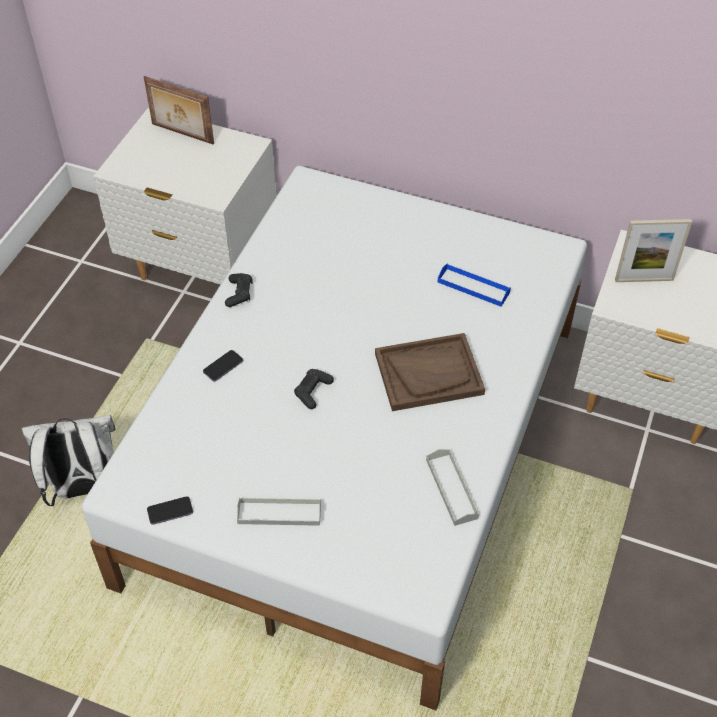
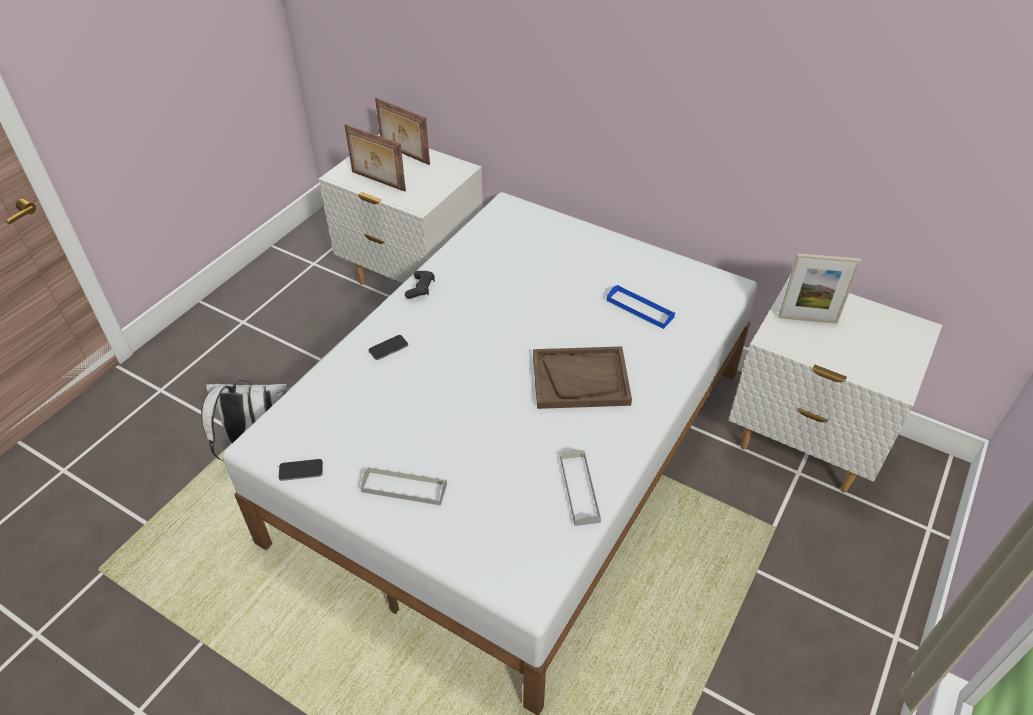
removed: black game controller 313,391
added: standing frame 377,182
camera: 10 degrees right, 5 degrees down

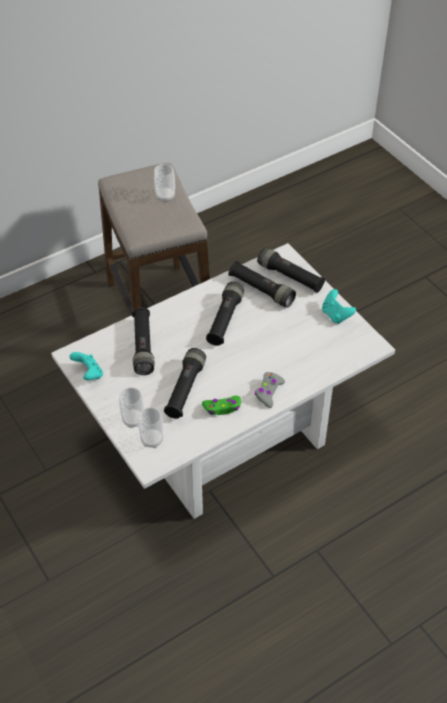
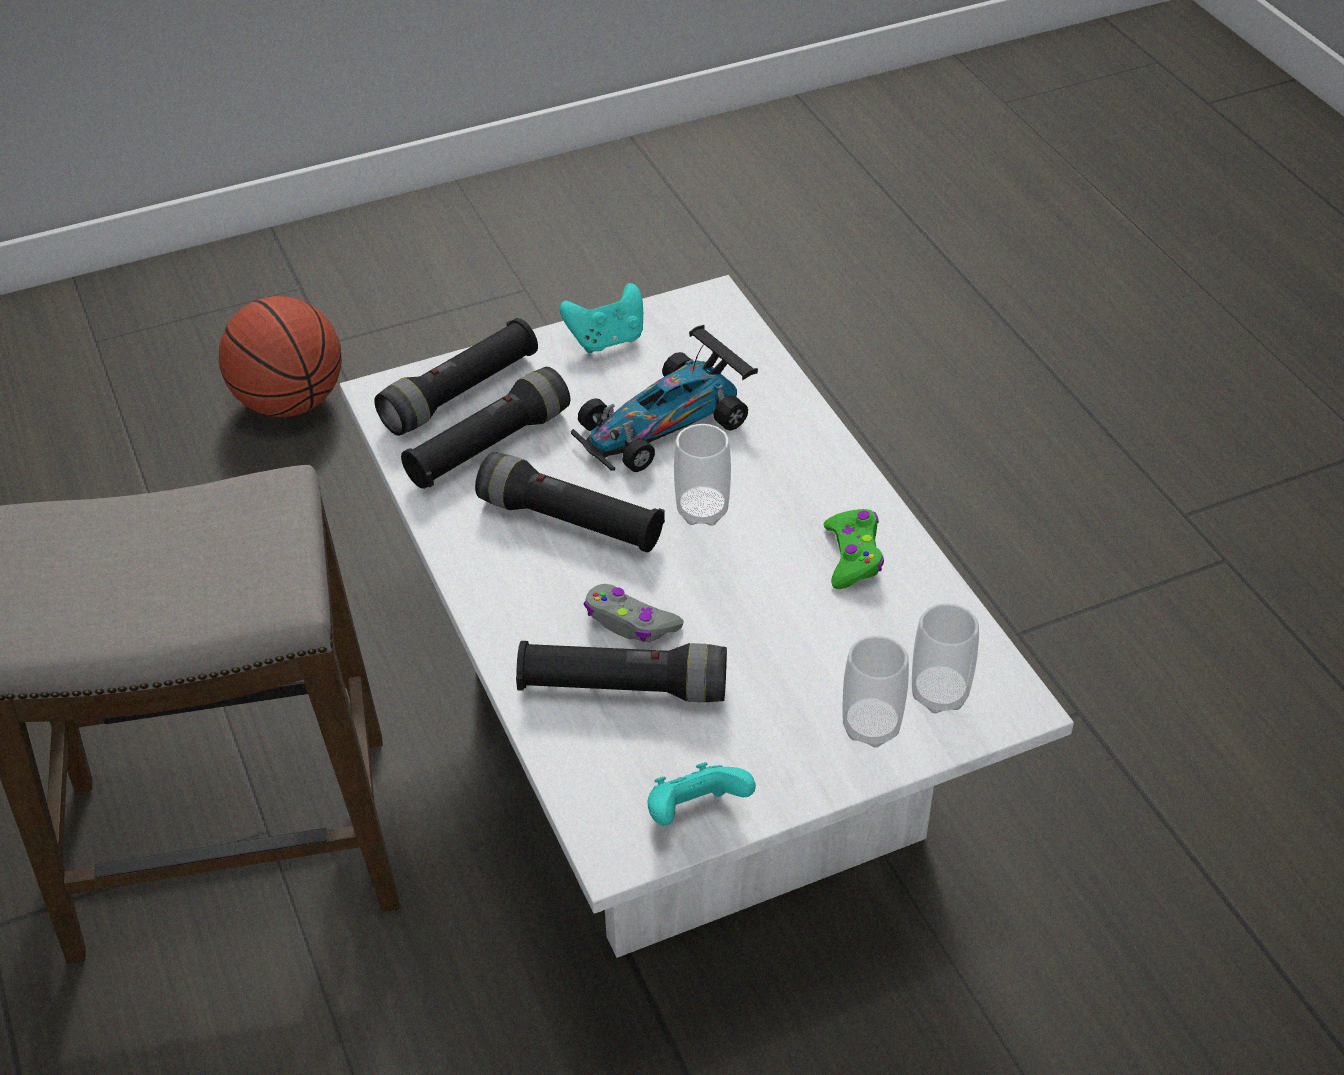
removed: black flashlight 185,389
added: ball for basketball 290,402; toy car 664,423
moved: small cup 165,196 to 702,511; greyish game controller 268,392 to 630,622
camera: 80 degrees left, 5 degrees down

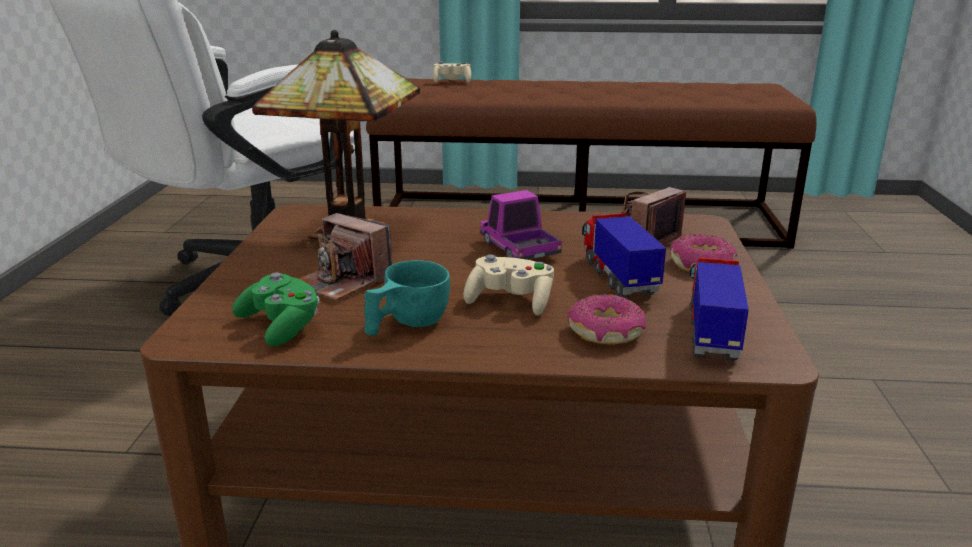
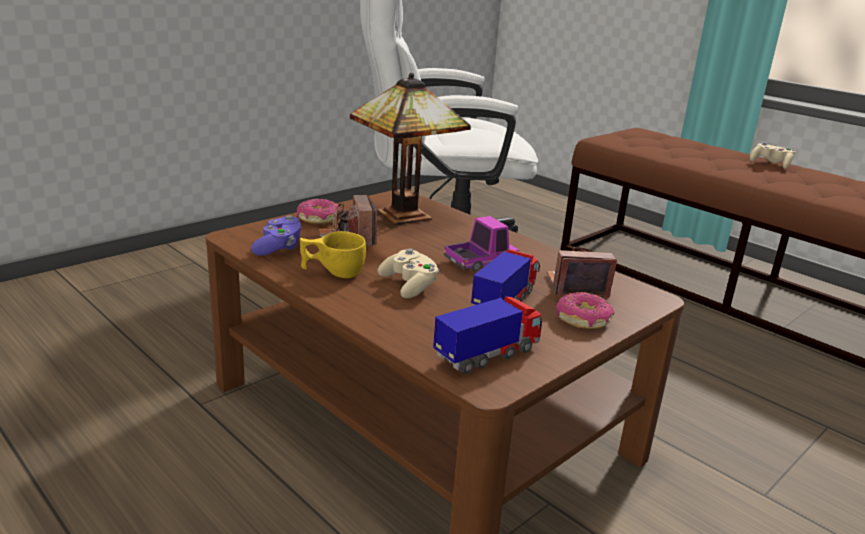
moved: beige-coloured game controller 452,81 to 770,164; ring doughnut 606,332 to 318,219
recoloured: turquoise small cup 406,324 to yellow small cup 333,272; greenish game controller 281,326 to purplish game controller 278,248
turned: toy truck 519,249 = 480,262 45 degrees clockwise
camera: 40 degrees right, 0 degrees up

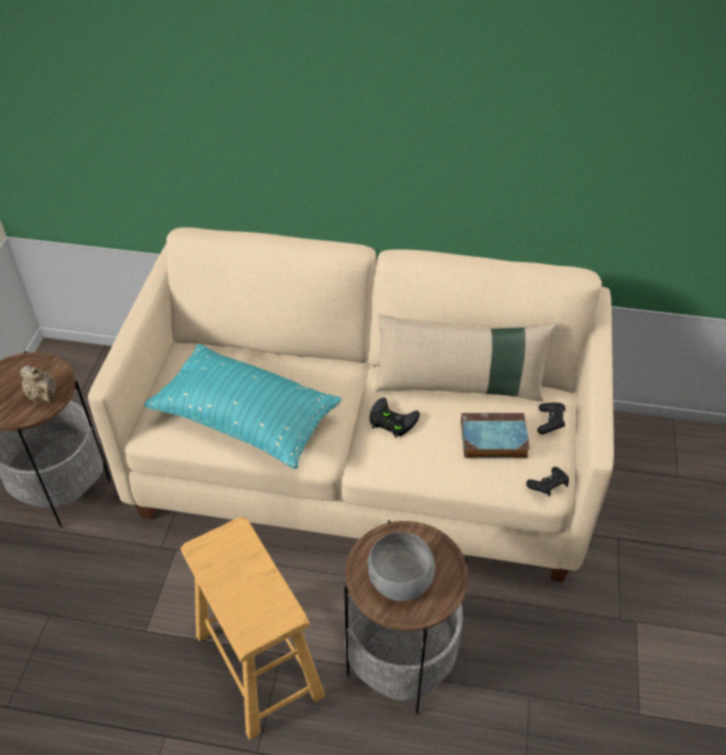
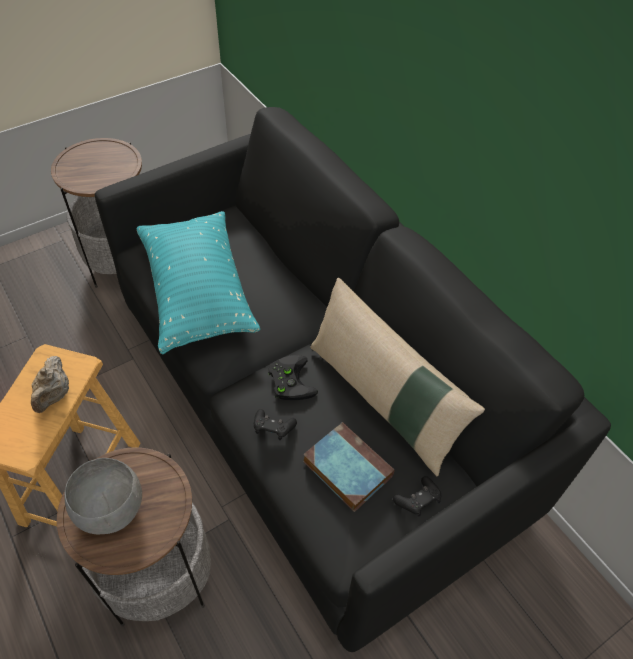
moved: beige-coloured pot for tea 44,397 to 54,395; black game controller 548,486 to 273,428
recoloured: beige-coloured sofa 363,464 to black sofa 314,408
camera: 45 degrees right, 5 degrees up

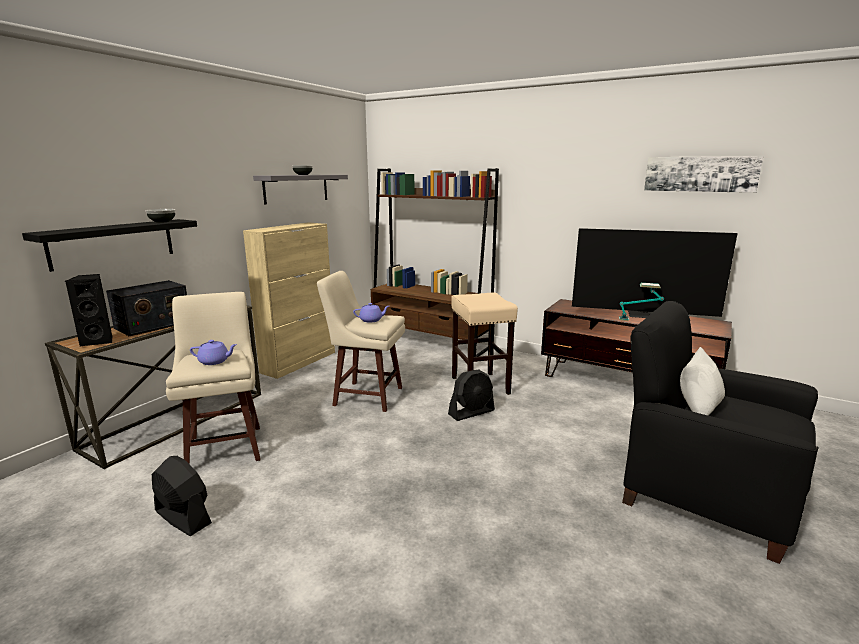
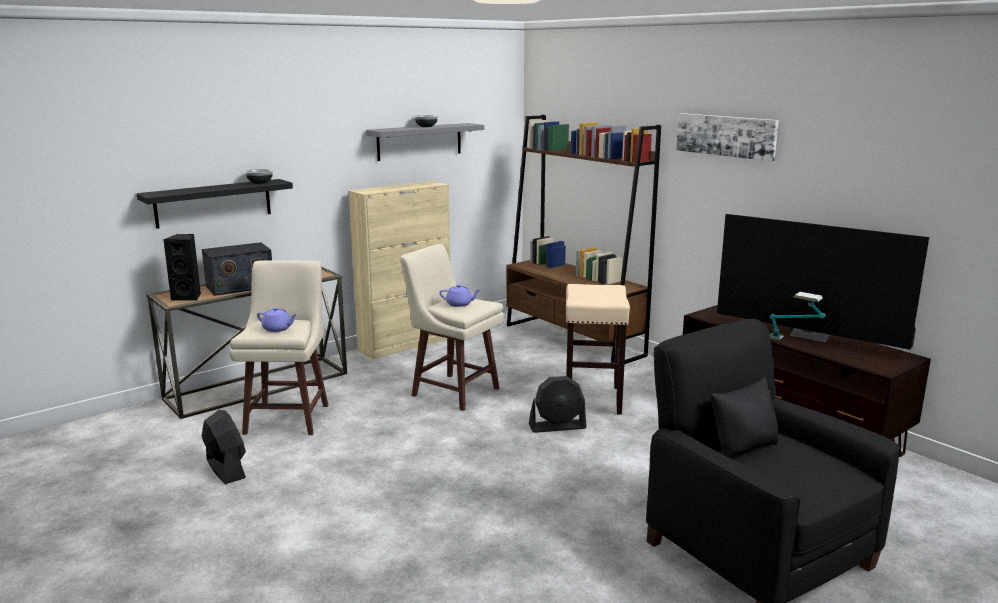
moved: wall art 700,174 to 726,135
recoloured: white cushion 698,407 to black cushion 744,447
camera: 20 degrees right, 0 degrees up

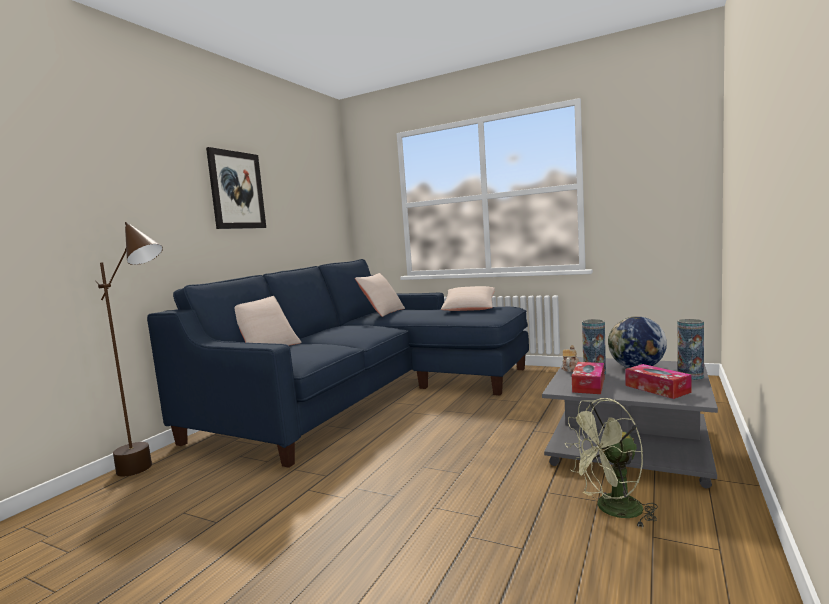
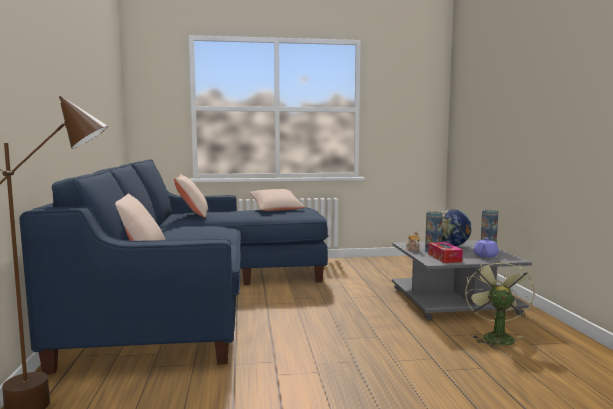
removed: wall art 236,190
replaced: box of tissues 657,389 to purplish pot for tea 485,256
turned: greenish fan 612,510 = 495,336 150 degrees clockwise
camera: 35 degrees left, 0 degrees up

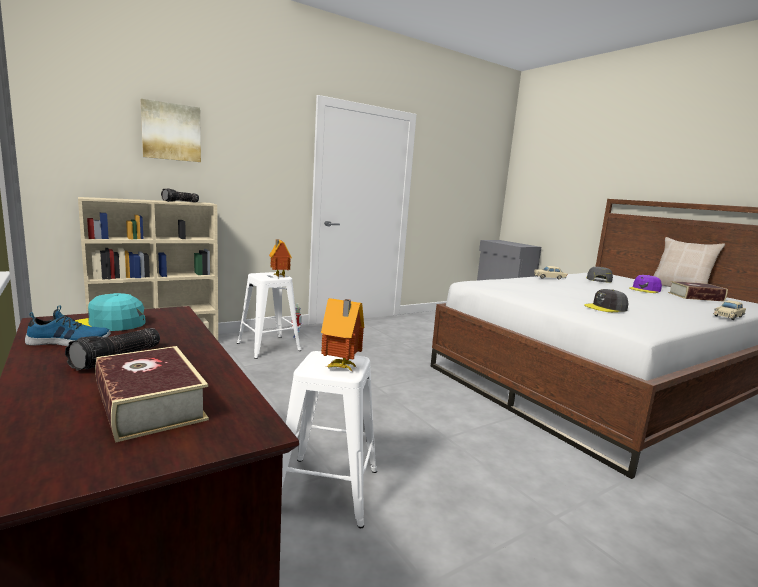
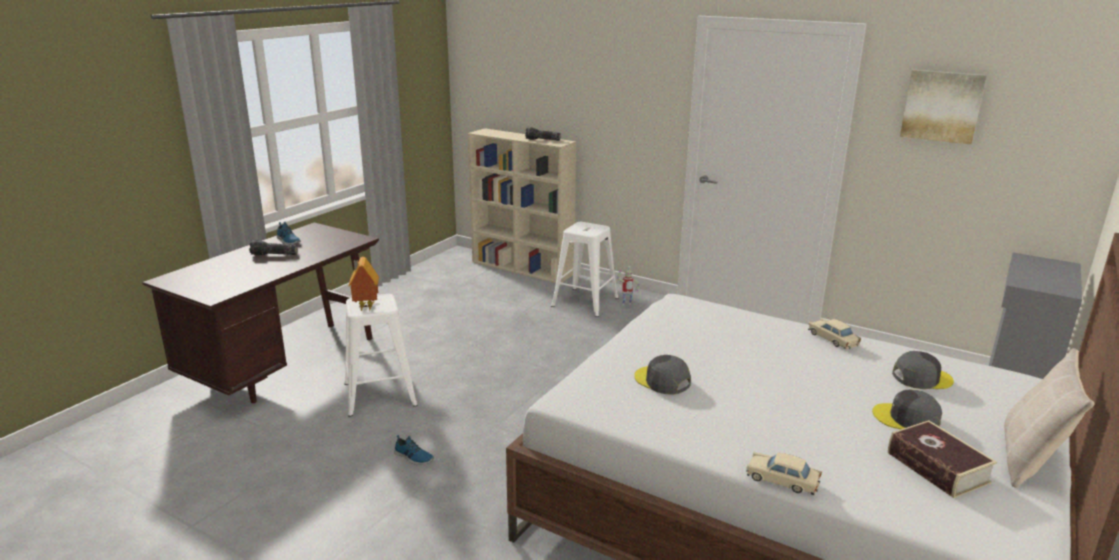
removed: miniature house 279,276; turquoise peaked cap 109,324; book 150,404
added: item of footwear 413,457
moved: wall art 171,132 to 942,106
recoloured: purplish peaked cap 645,289 to greyish peaked cap 906,418
camera: 65 degrees right, 10 degrees up

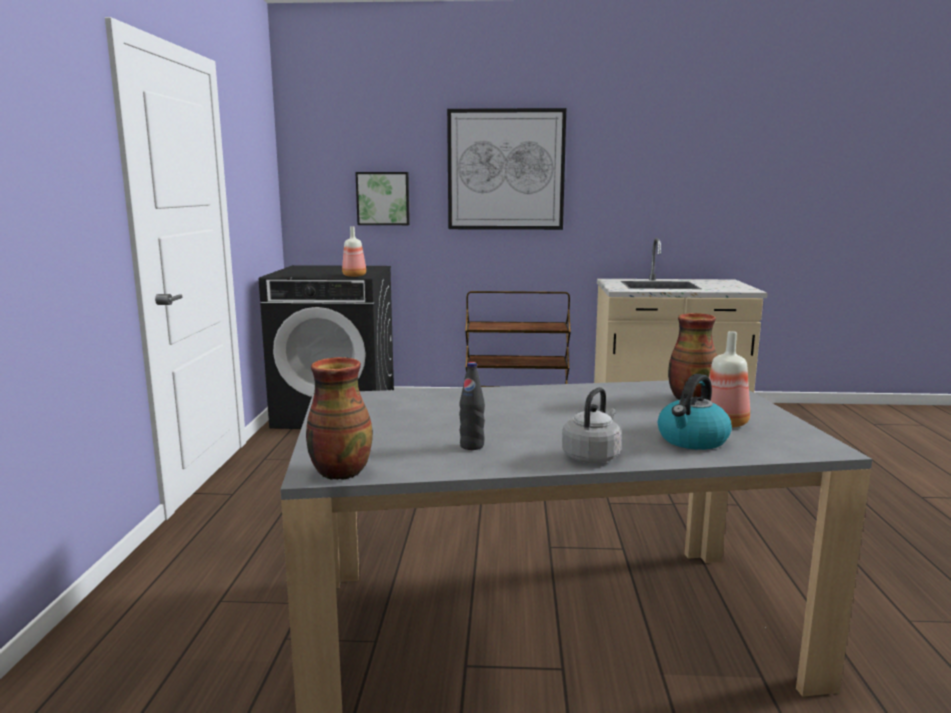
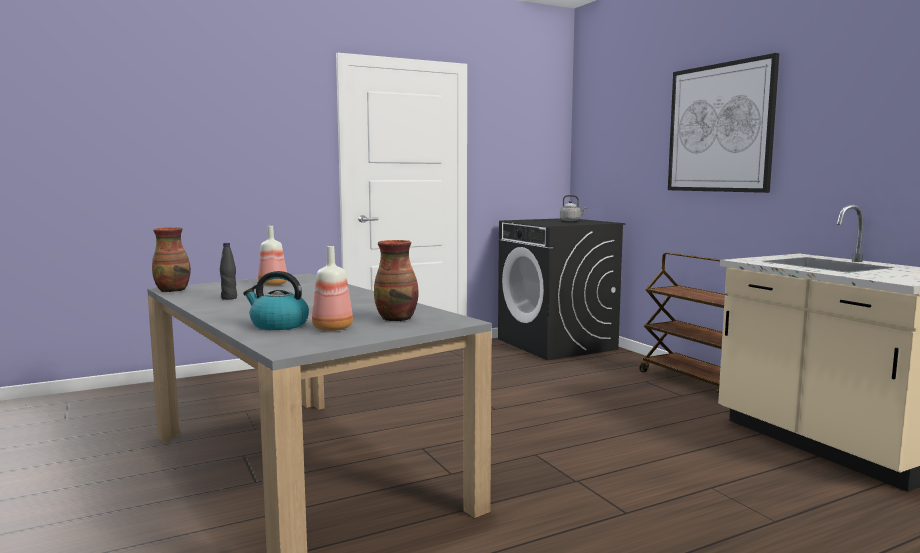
removed: wall art 383,198
moved: beverage bottle 354,275 to 274,284; greyish kettle 592,456 to 571,220
camera: 60 degrees right, 5 degrees down

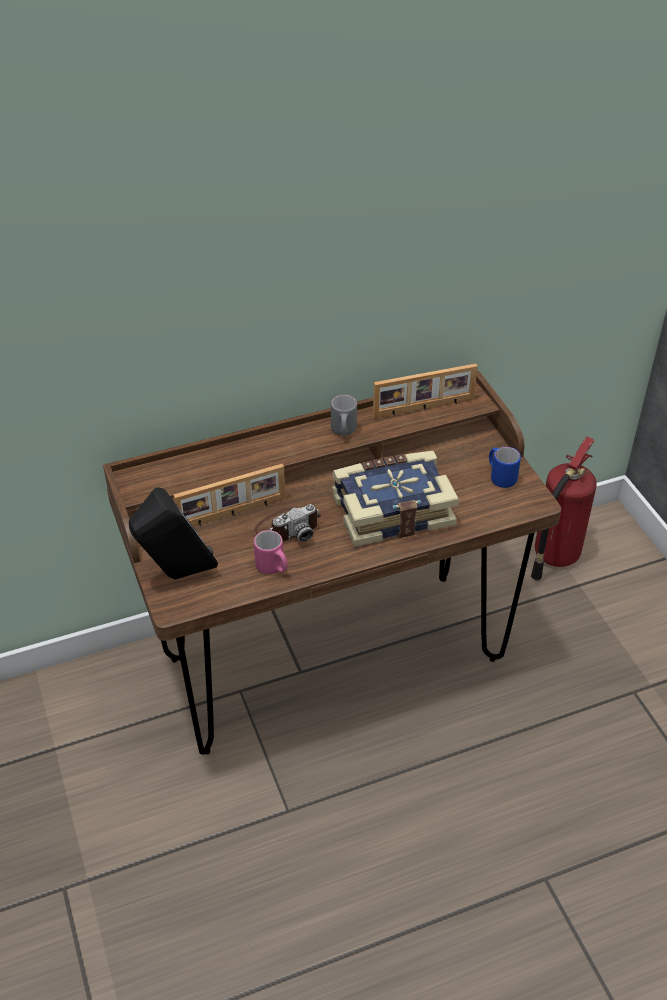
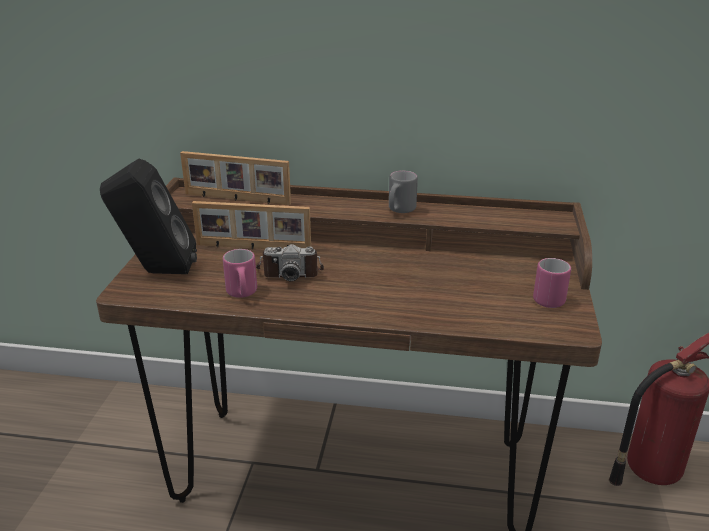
removed: book 392,509
moved: standing frame 424,408 to 236,199
recoloured: bluish mug 500,477 to pink mug 547,297
camera: 30 degrees right, 15 degrees down

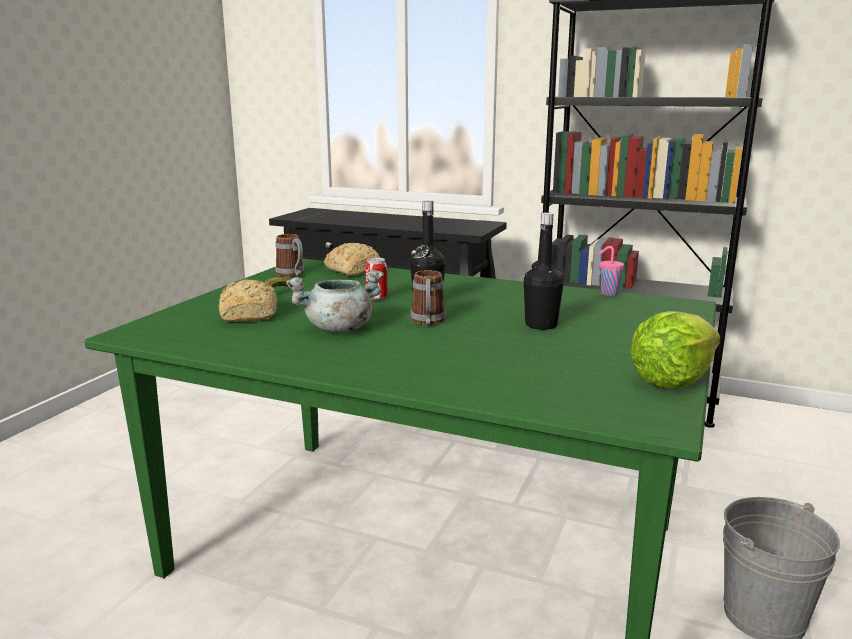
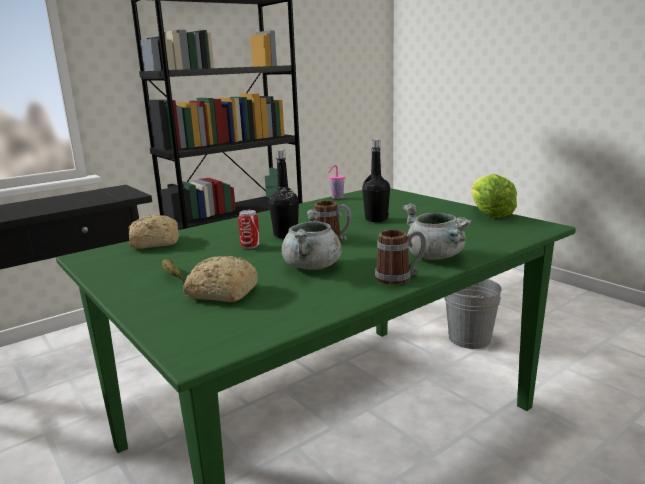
added: greyish saucepot 436,257
moved: mug 292,274 to 400,278
camera: 60 degrees left, 0 degrees up

